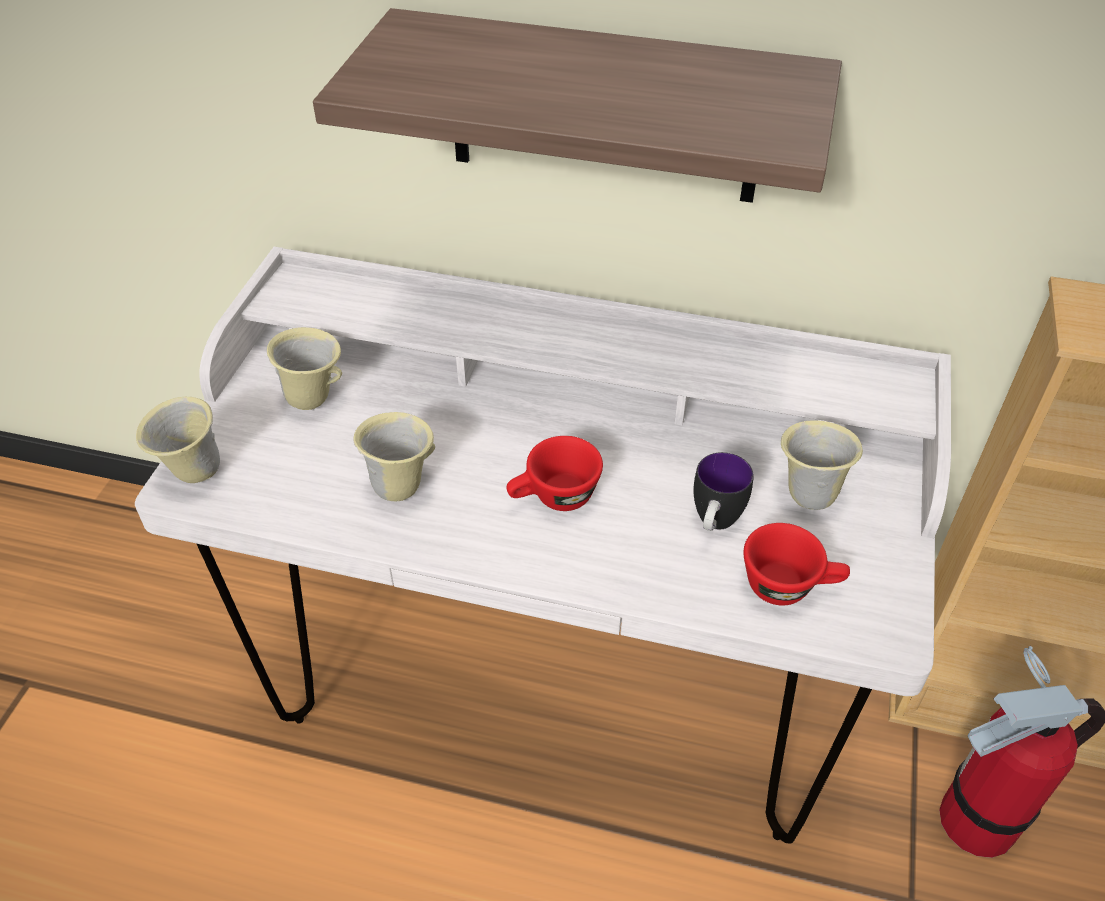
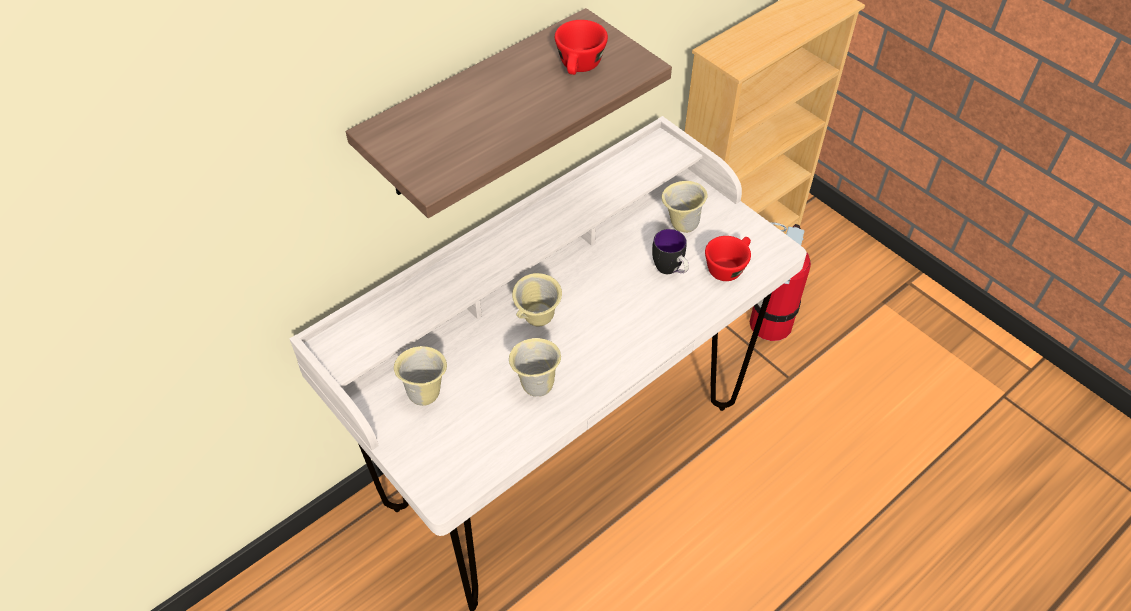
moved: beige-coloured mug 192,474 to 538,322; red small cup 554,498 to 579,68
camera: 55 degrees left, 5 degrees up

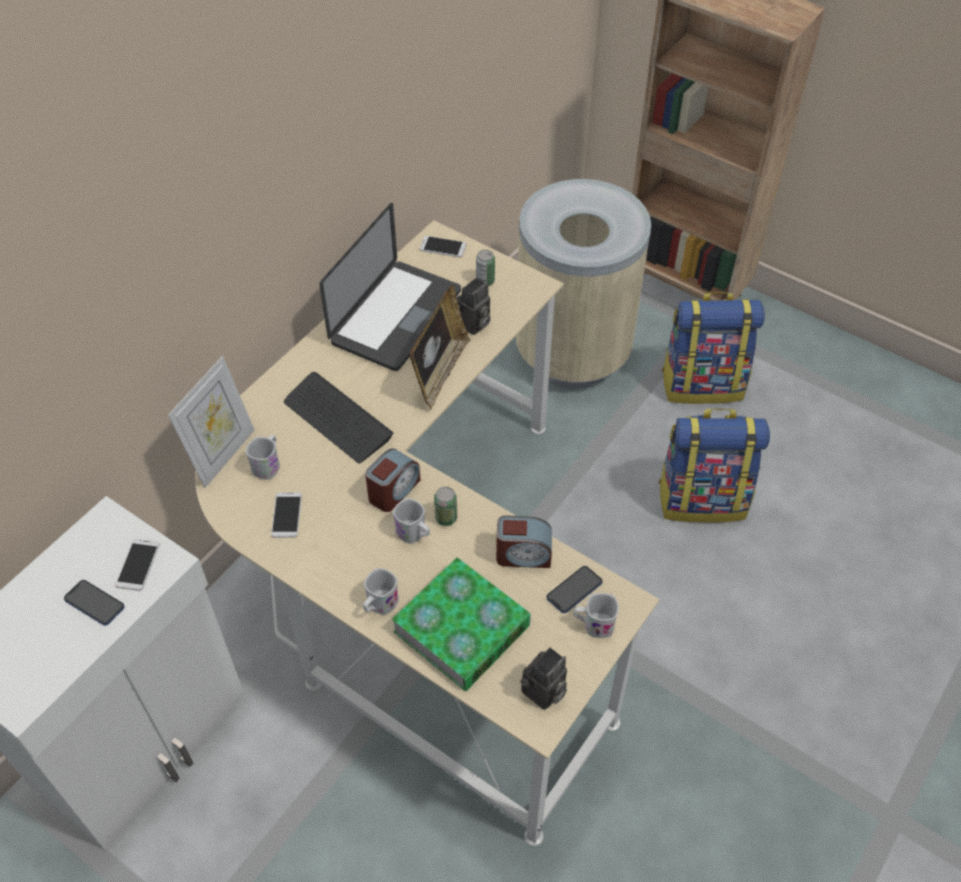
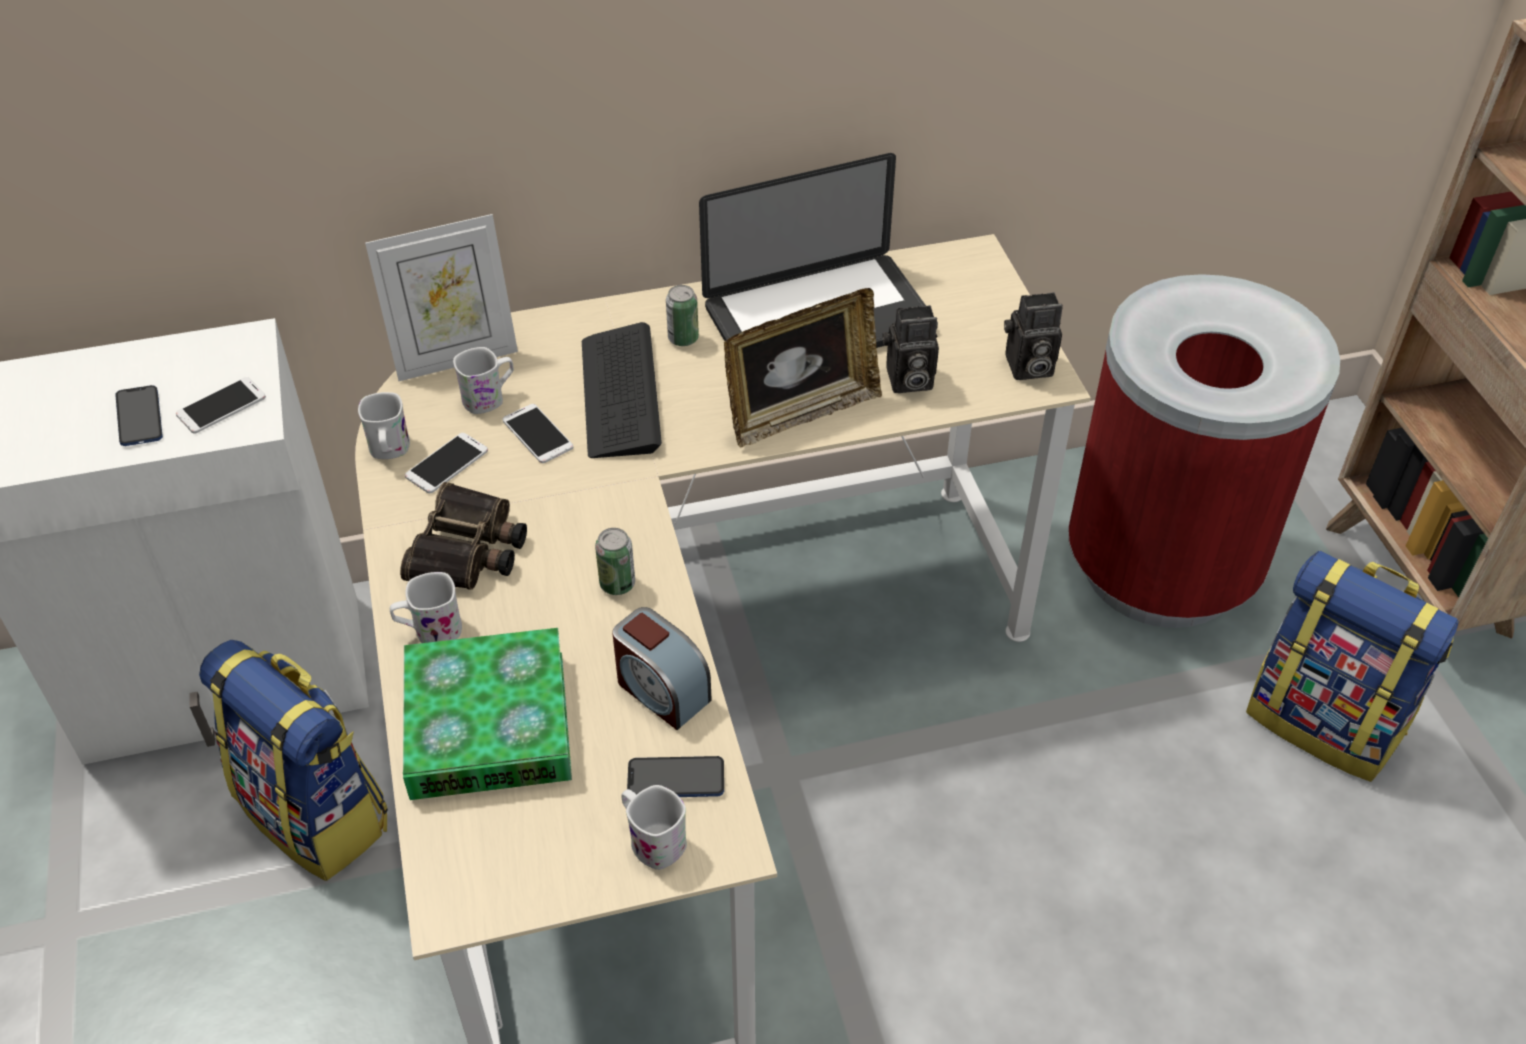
removed: table clock 393,490
added: field glasses 469,549
moved: handset 443,247 to 537,434; can 485,281 to 683,338; rucksack 702,499 to 317,814; white mug 414,534 to 389,451; photo camera 543,693 to 1027,368
recoloured: beige-coloured trash can 572,353 to red trash can 1161,567
camera: 40 degrees right, 5 degrees down

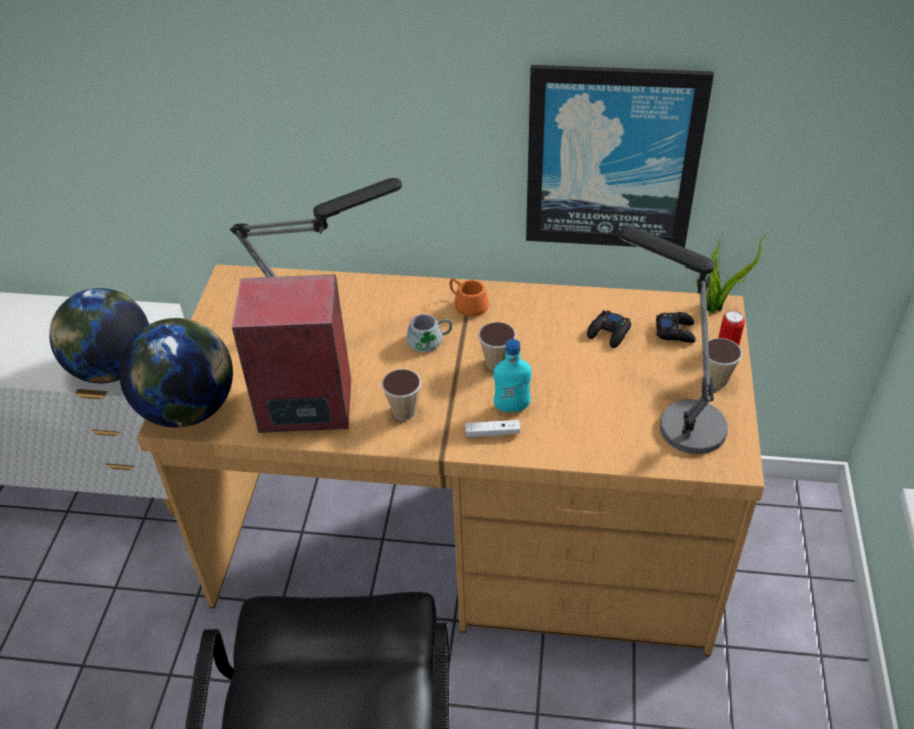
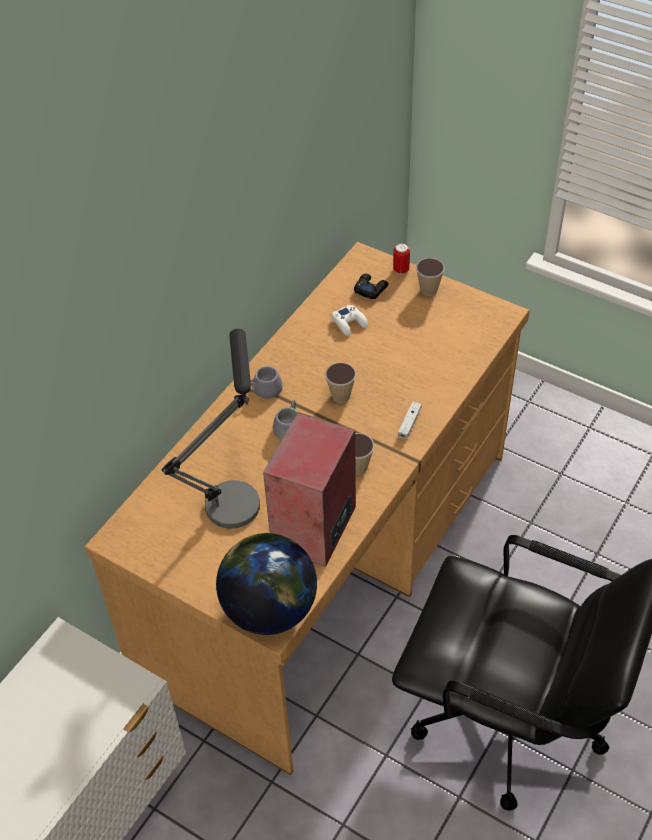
removed: wall art 612,159; lamp for a table 676,417; plant in a pot 715,306; globe 112,369; turquoise beverage bottle 511,407
recoloured: orangey mug 470,302 to greyish mug 262,387; black game controller 609,333 to white game controller 349,323
camera: 65 degrees left, 5 degrees up

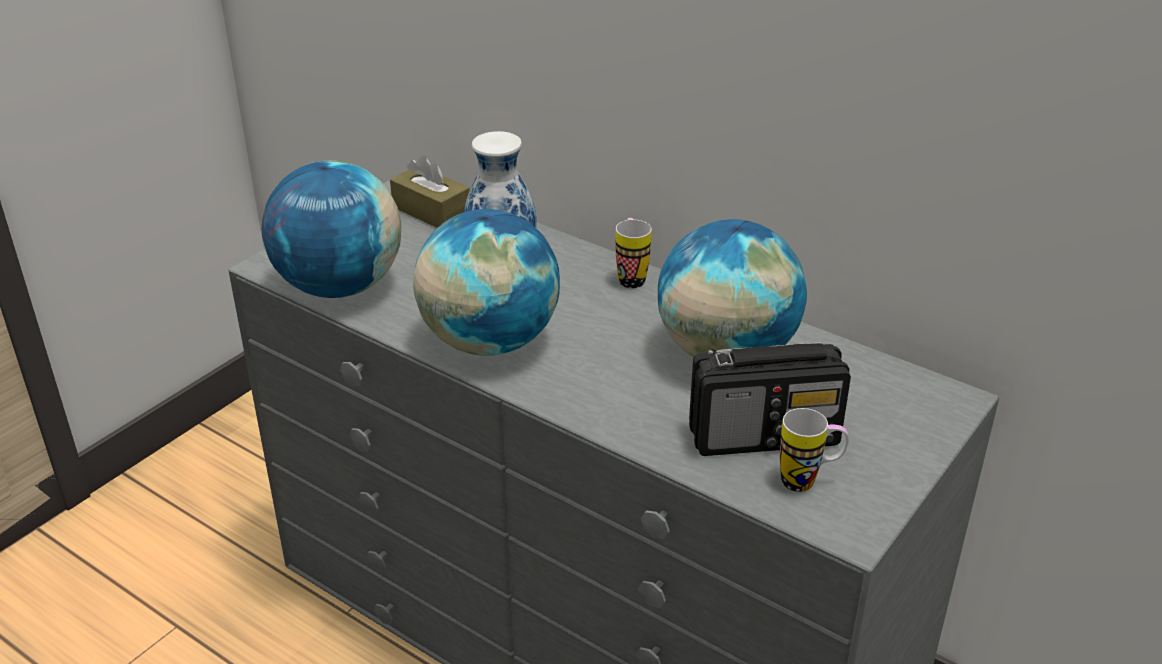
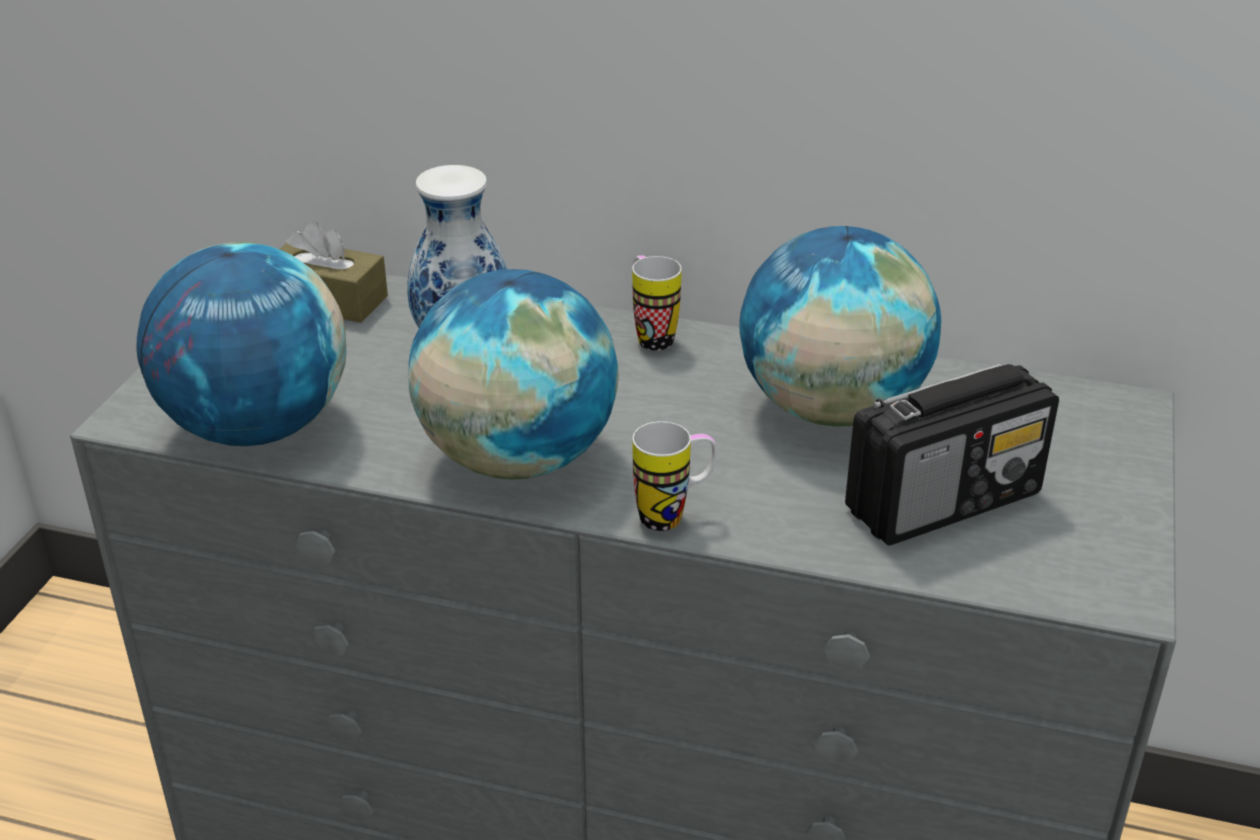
moved: mug 808,481 to 674,515
camera: 20 degrees left, 0 degrees up

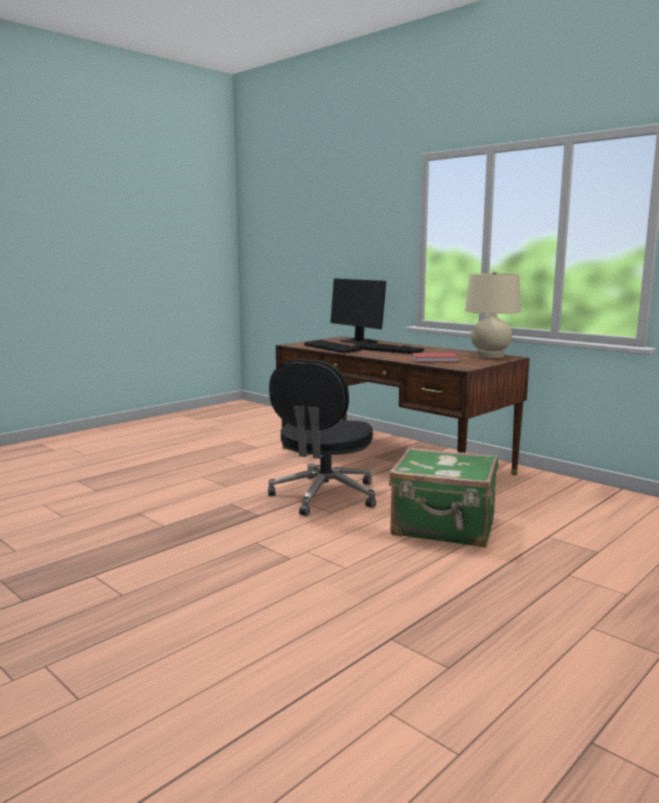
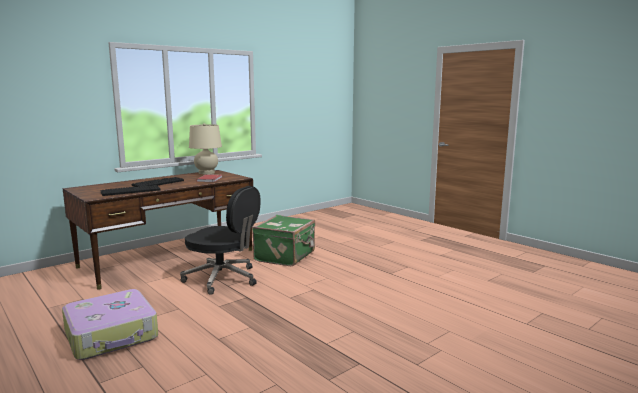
removed: monitor 358,342
added: suitcase 112,335
camera: 85 degrees left, 0 degrees up

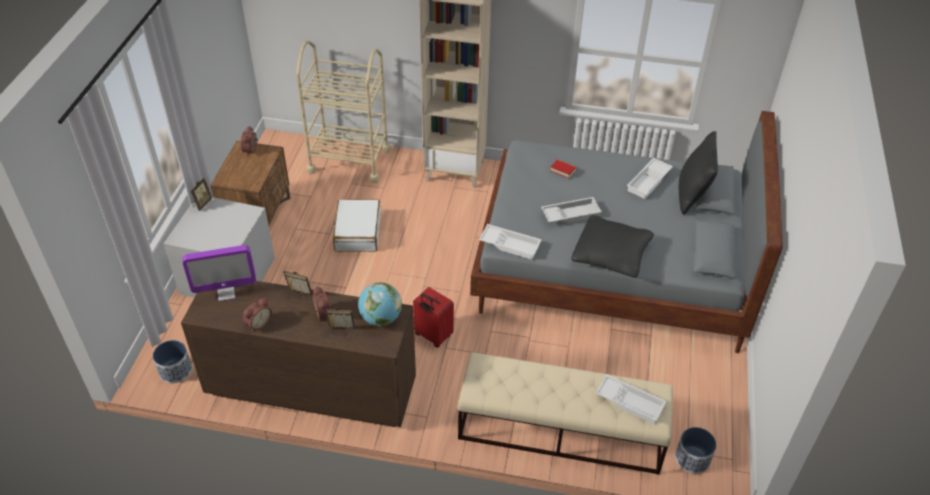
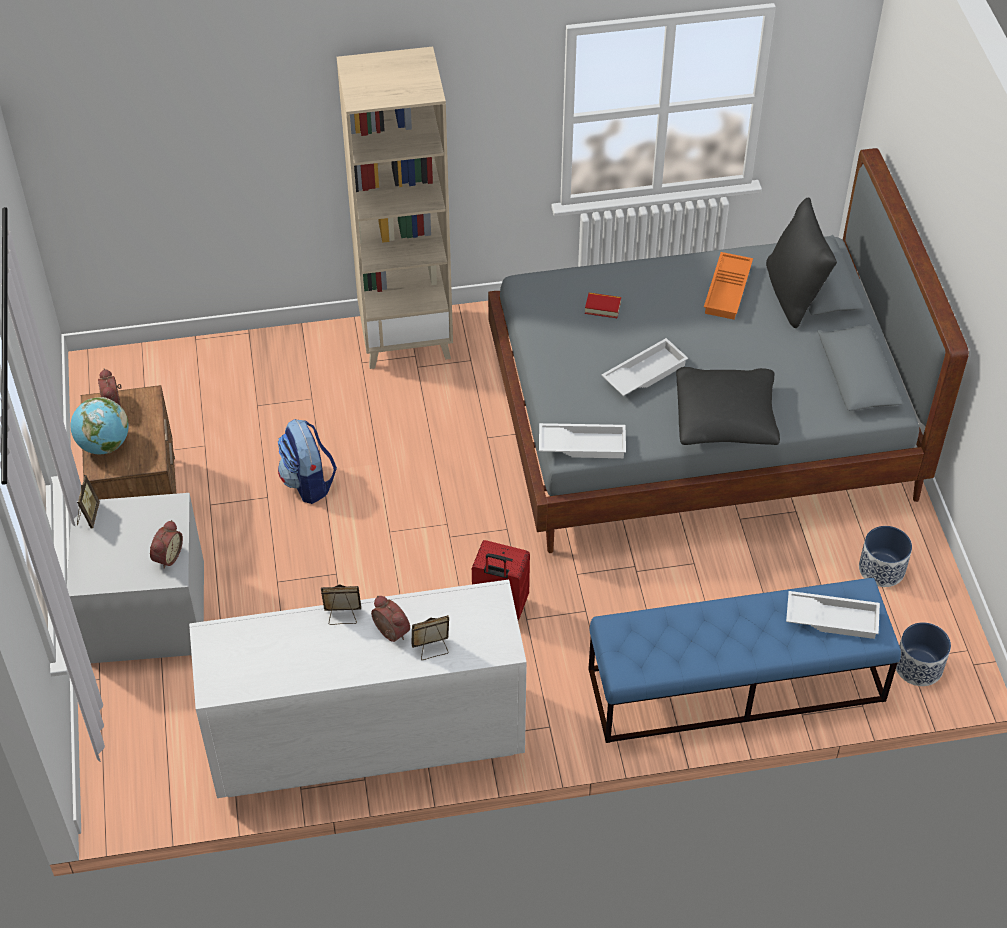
removed: beige-coloured wheeled cart 349,161; monitor 226,293
moved: globe 380,318 to 104,445; table clock 258,323 to 166,556; flower pot 176,371 to 882,569
replaced: white suitcase 357,232 to rucksack 308,482
recoloured: white serving tray 649,181 to orangey serving tray 728,290; brown-coloured drawer chest 310,388 to white drawer chest 365,740; beige-coloured bench 560,430 to bluish bench 735,685
camera: 20 degrees left, 5 degrees up

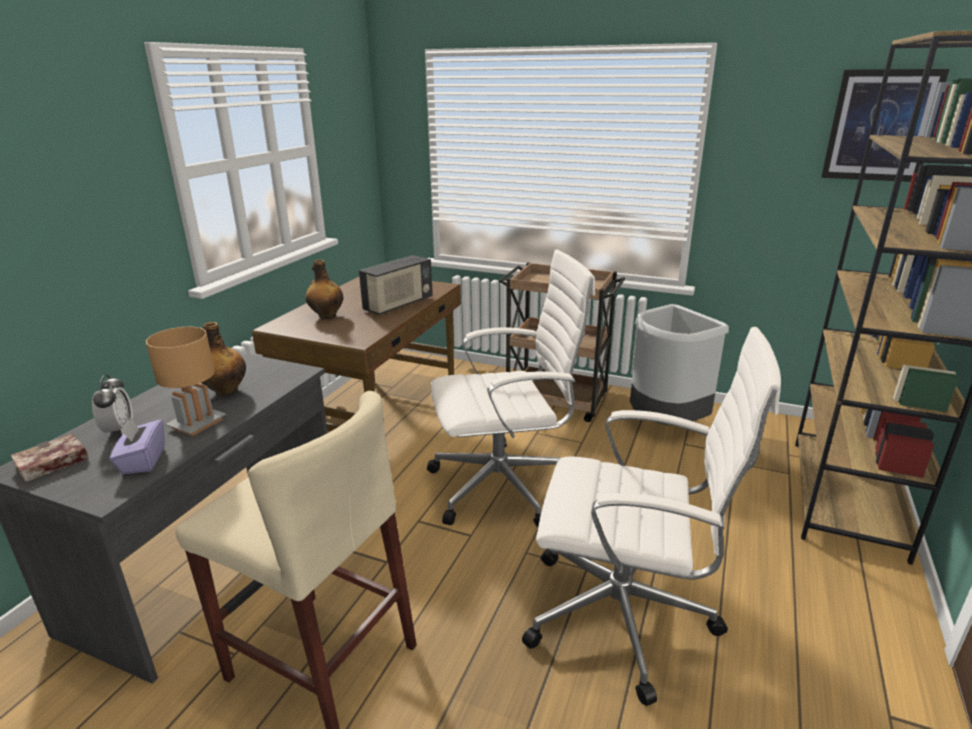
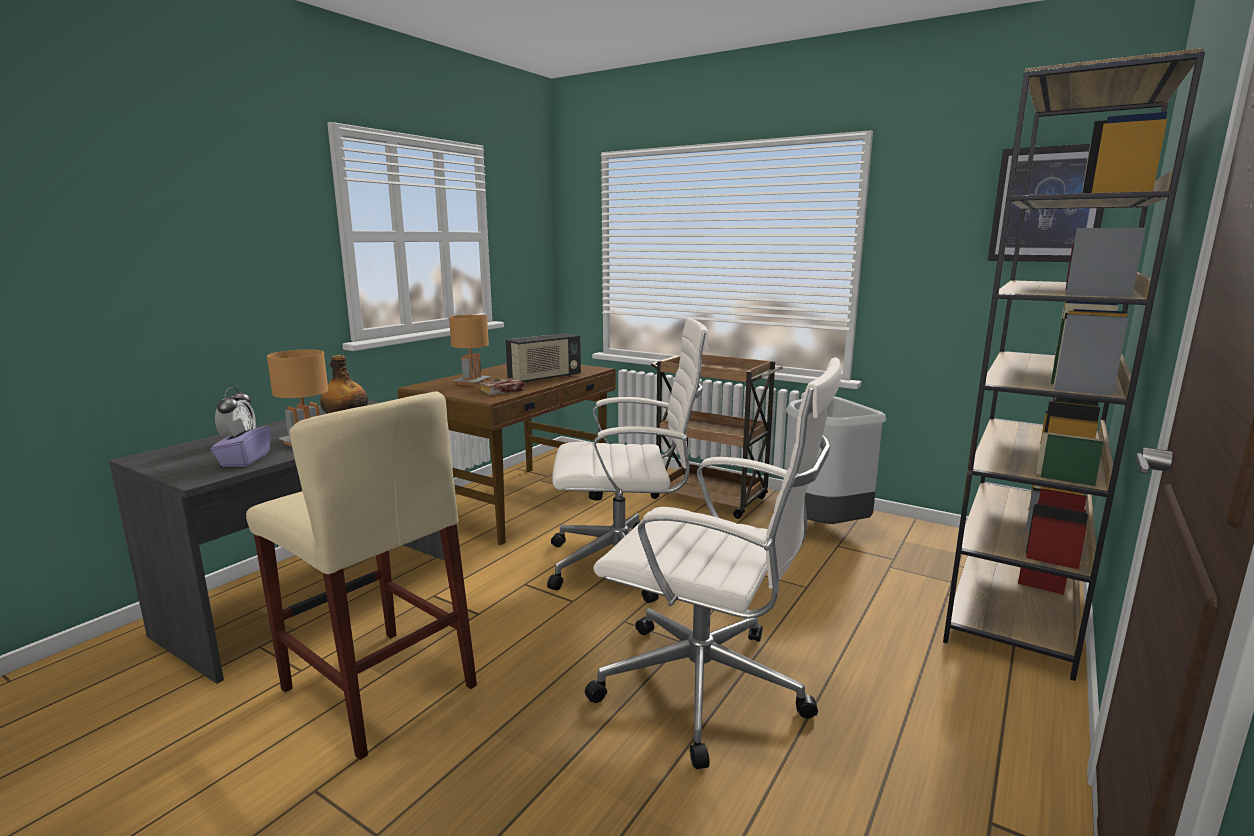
moved: book 50,464 to 501,391
replaced: beverage bottle 326,316 to brown-coloured lamp for a table 471,382
camera: 10 degrees right, 10 degrees down

